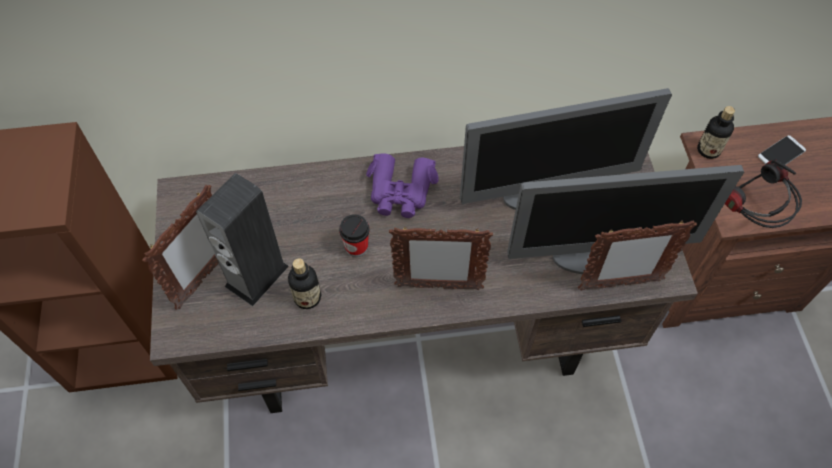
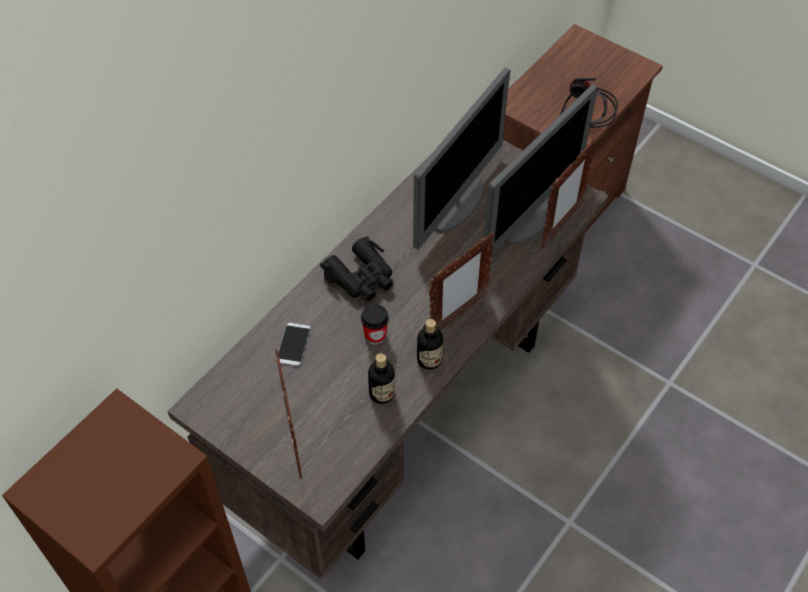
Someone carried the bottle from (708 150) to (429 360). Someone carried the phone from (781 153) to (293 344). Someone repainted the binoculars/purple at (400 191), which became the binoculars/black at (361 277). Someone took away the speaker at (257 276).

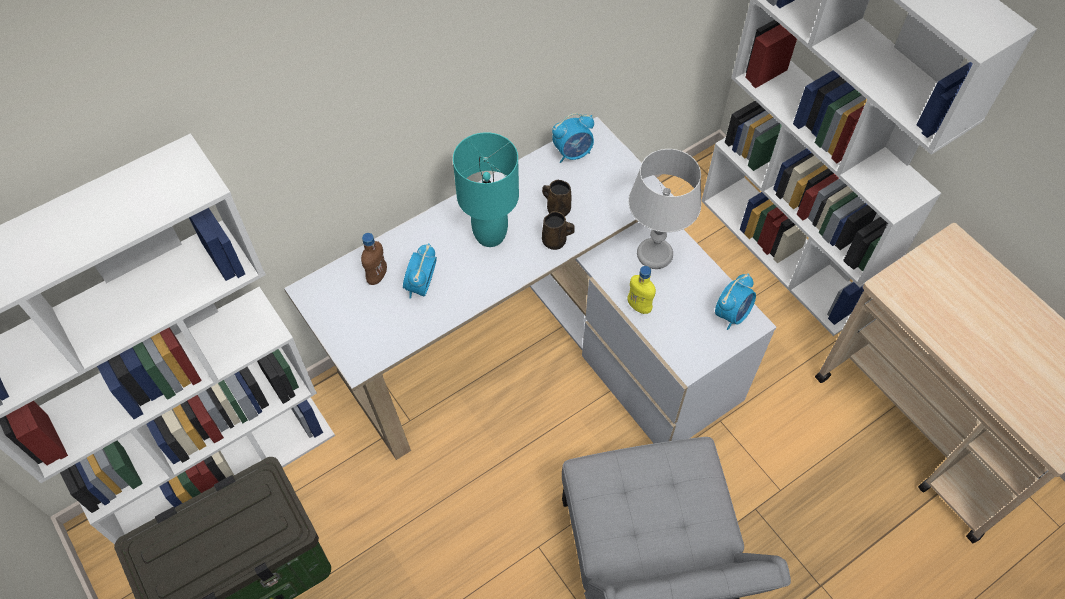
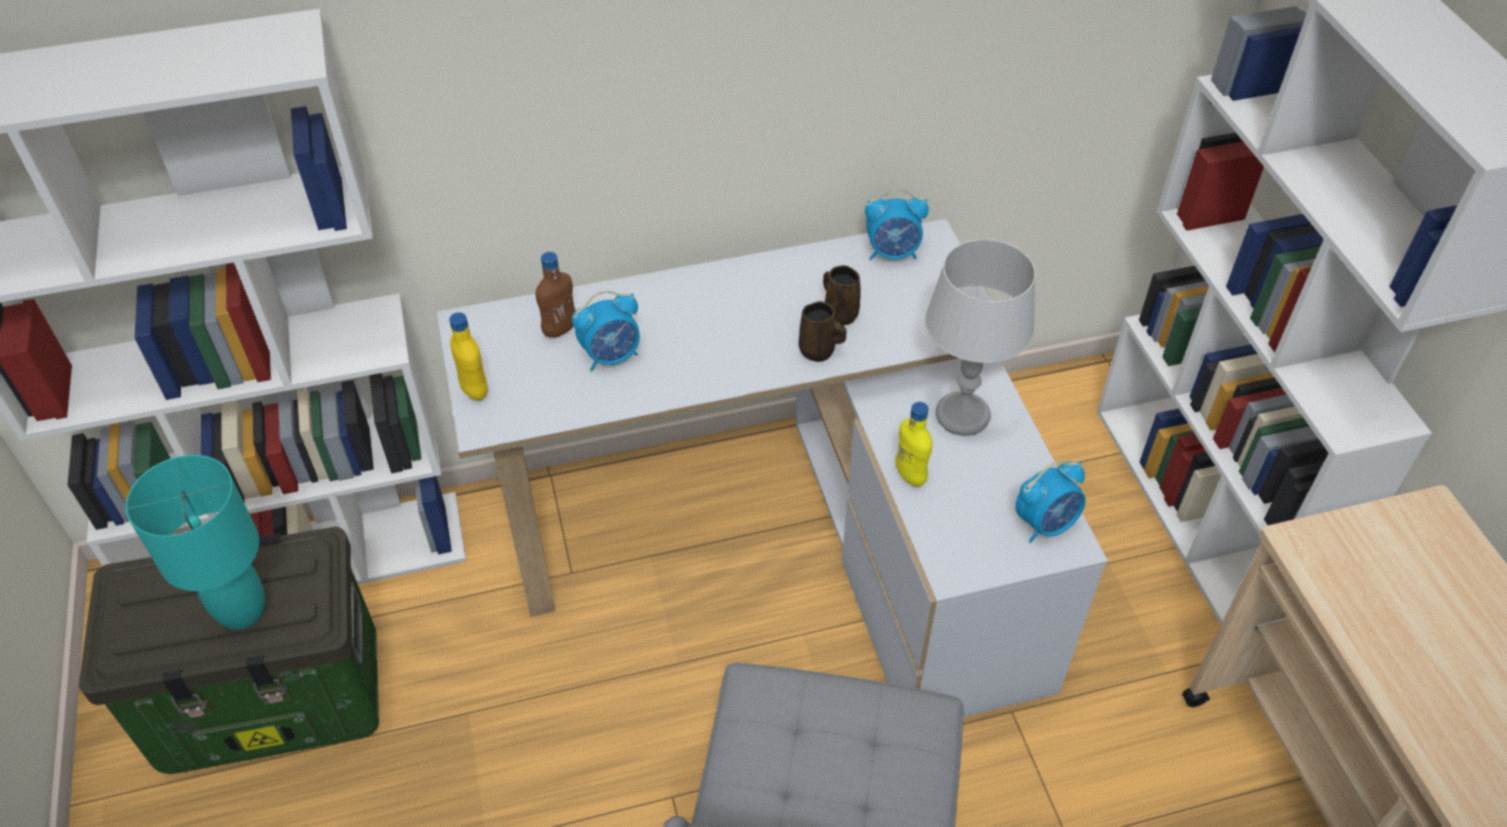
Someone carried the table lamp/turquoise from (491 235) to (242 611). Someone rotated the alarm clock at (421 286) by 150 degrees counterclockwise. Someone put down the bottle/yellow at (474 390).

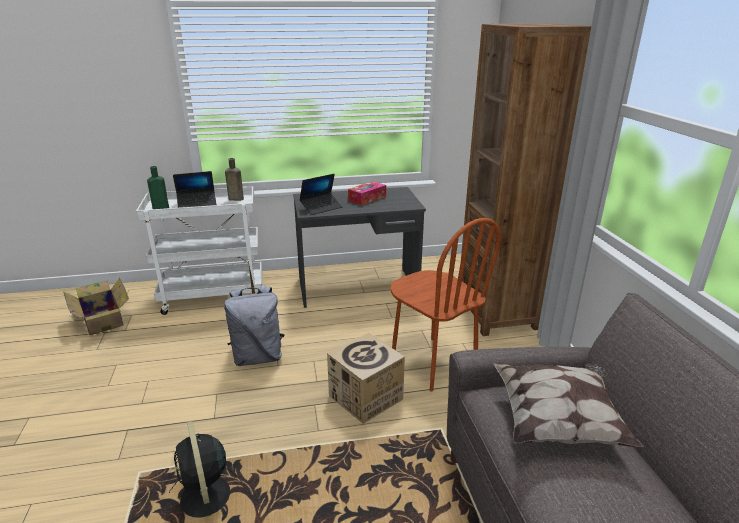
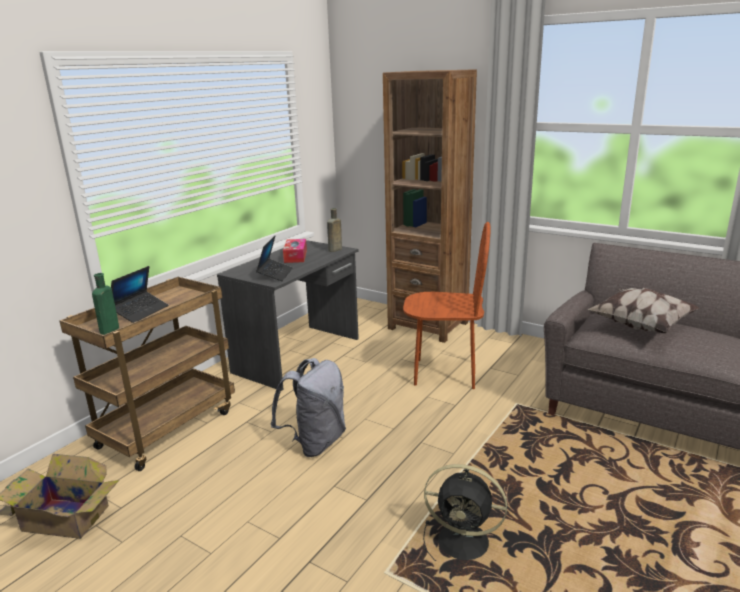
Someone carried the bottle/brown from (235 199) to (334 250). Someone repainted the cart/white at (214 296), which became the cart/brown at (167 427). Someone took away the cardboard box at (365 397).

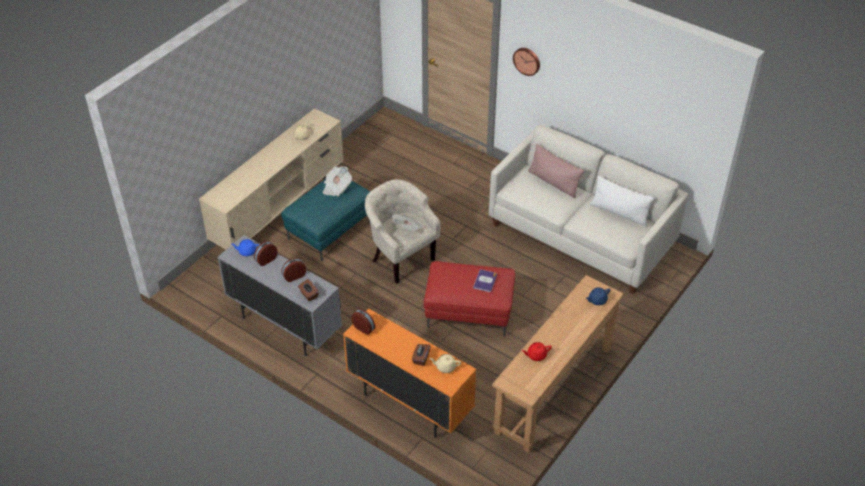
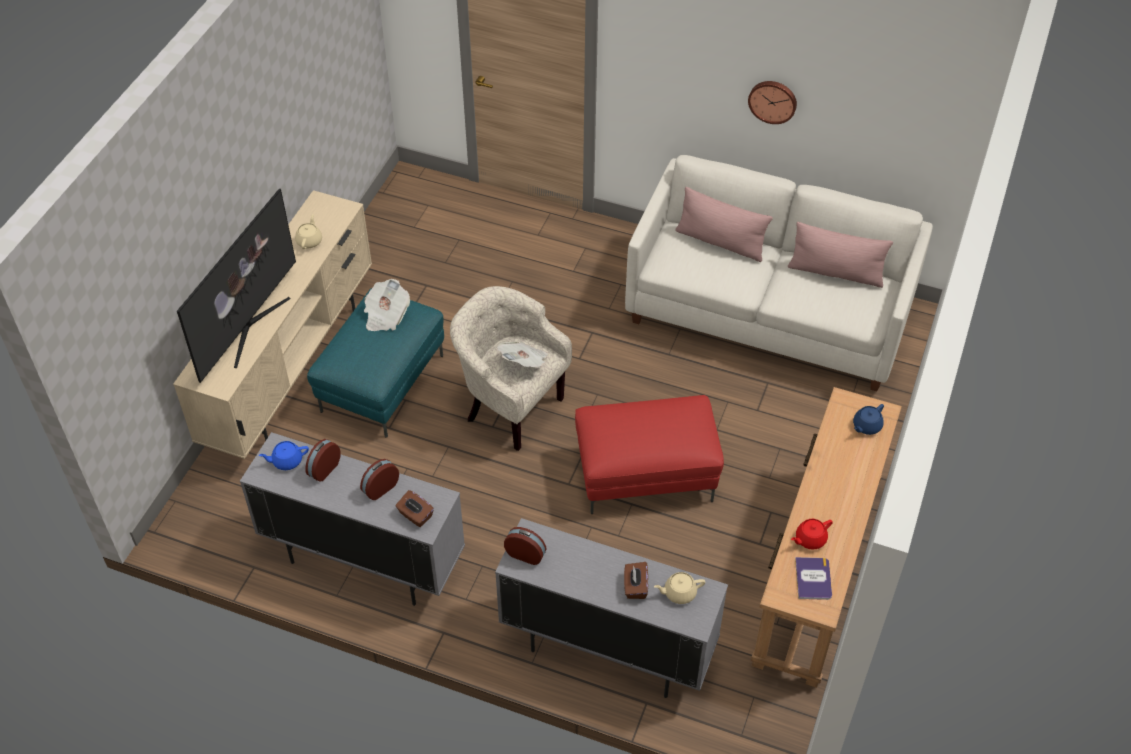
Someone carried the wall clock from (527 61) to (773 101). Someone repainted the pillow/white at (619 213), which became the pillow/pink at (835 273). Someone carried the book from (485 281) to (813 579). Someone repainted the cabinet/orange at (409 404), which became the cabinet/grey at (607 650). Someone put down the television at (249 327).

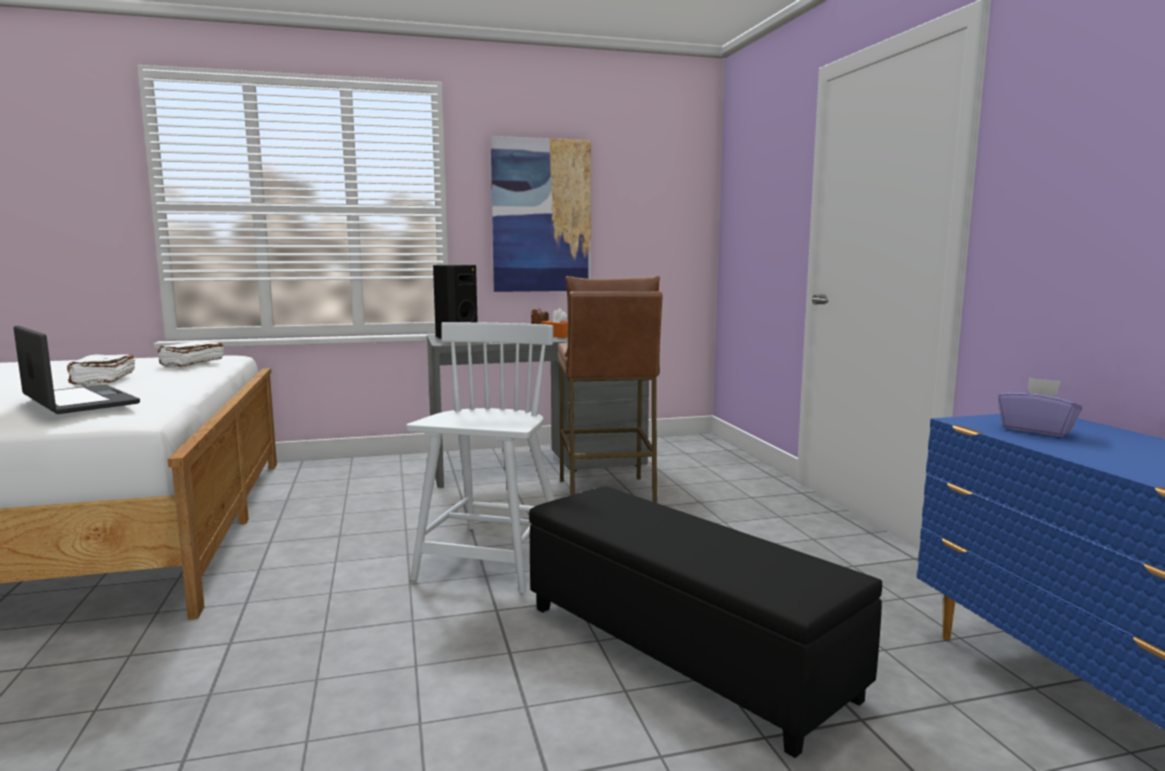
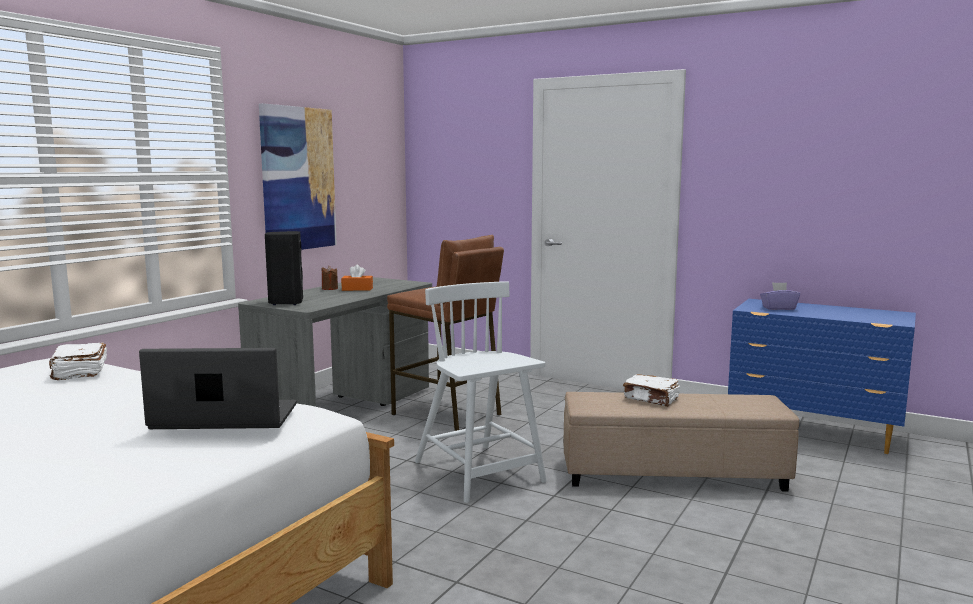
Someone carried the book/white from (102 379) to (651 399). Someone repainted the ottoman/black at (683 649), which became the ottoman/beige at (672 473).

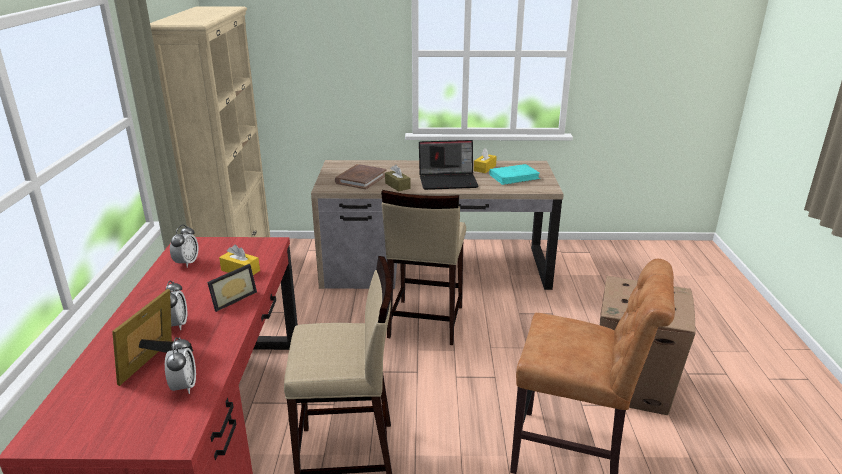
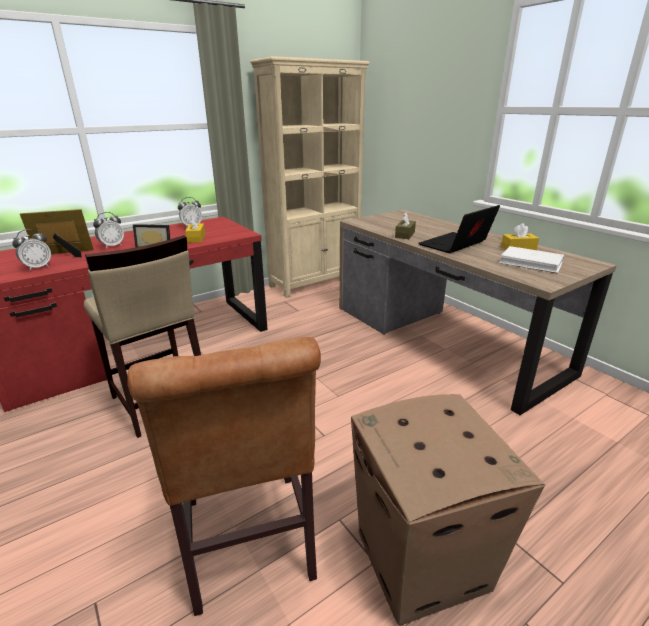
Someone rotated the laptop at (448 181) by 90 degrees clockwise. Someone took away the book/brown at (361 179). Someone repainted the book/turquoise at (514 177), which became the book/white at (531 263). Someone took away the stool/beige at (424 322).

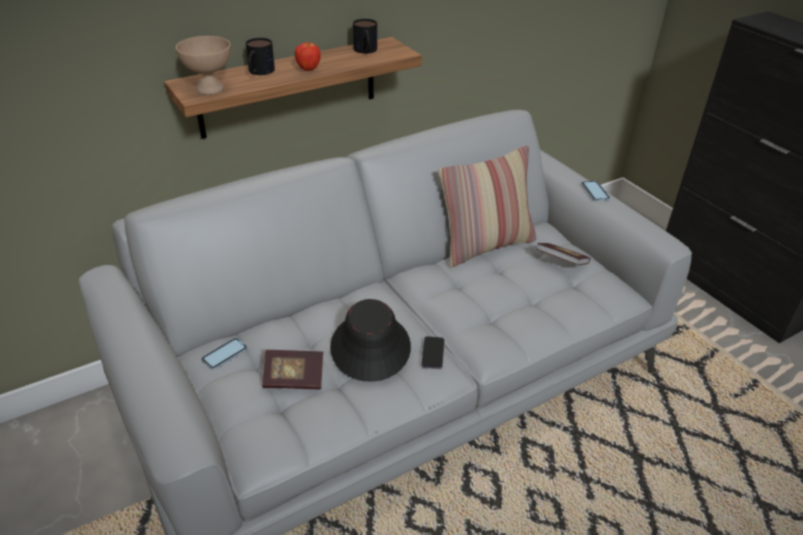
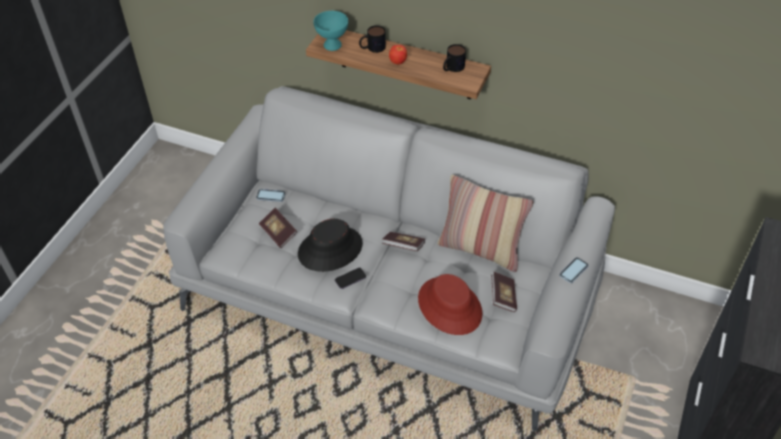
Someone repainted the bowl/beige at (210 89), which became the bowl/turquoise at (332 45). Someone put down the book at (403 246). Someone put down the hat/red at (450 306).

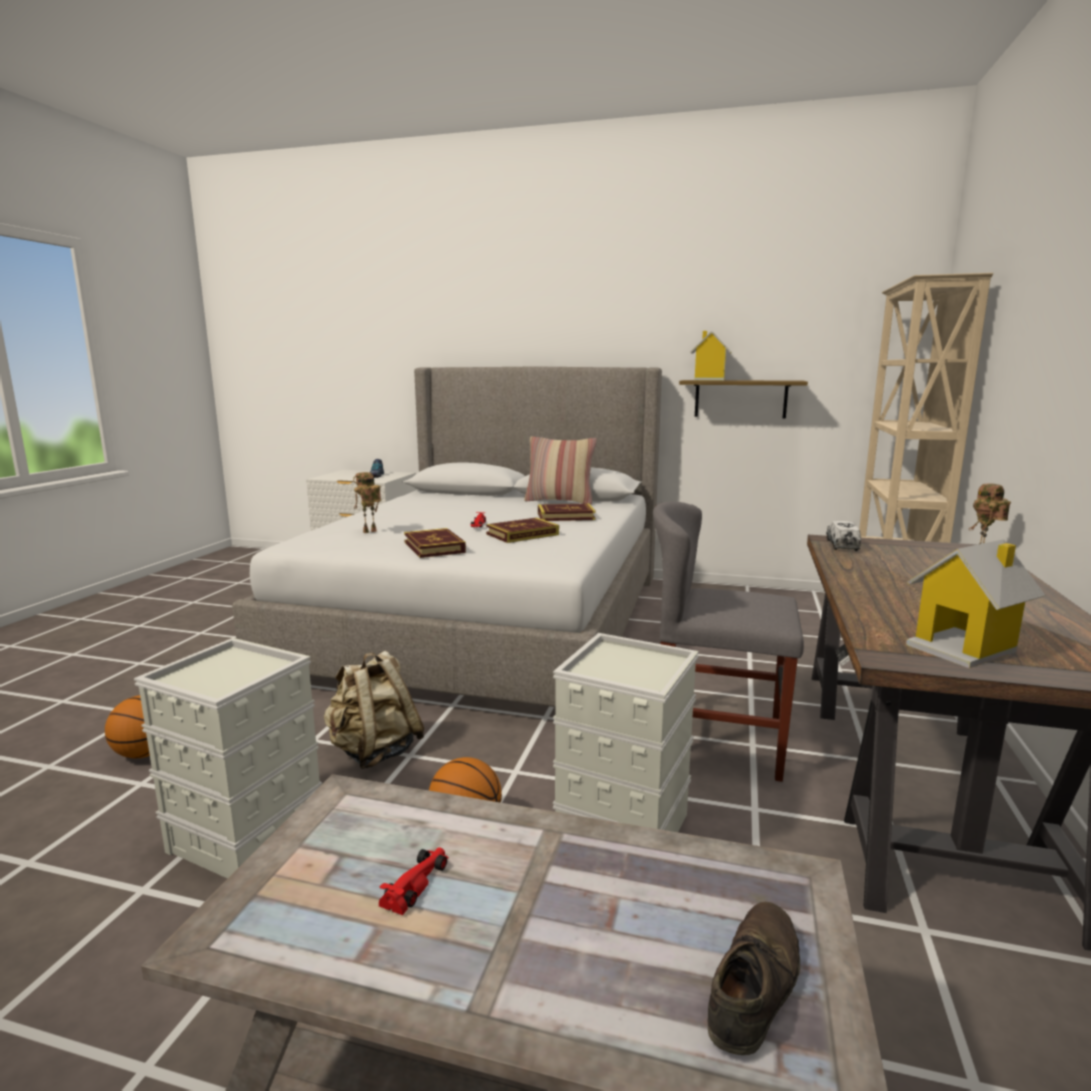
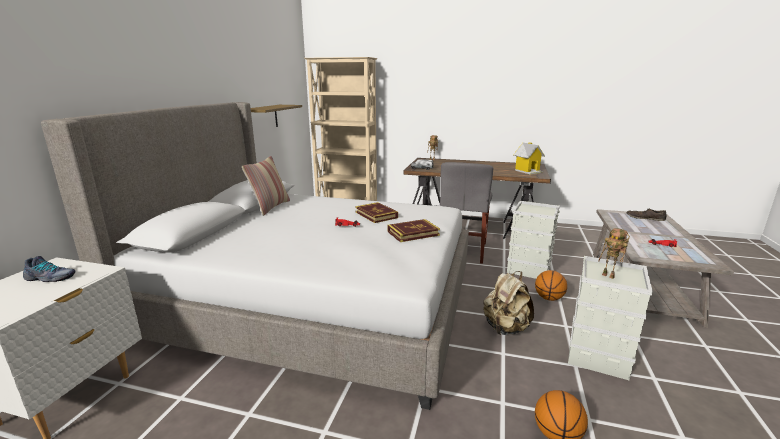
Someone took away the toy house at (709 380). Someone carried the toy robot from (369 532) to (609 276). Someone took away the book at (565 516).

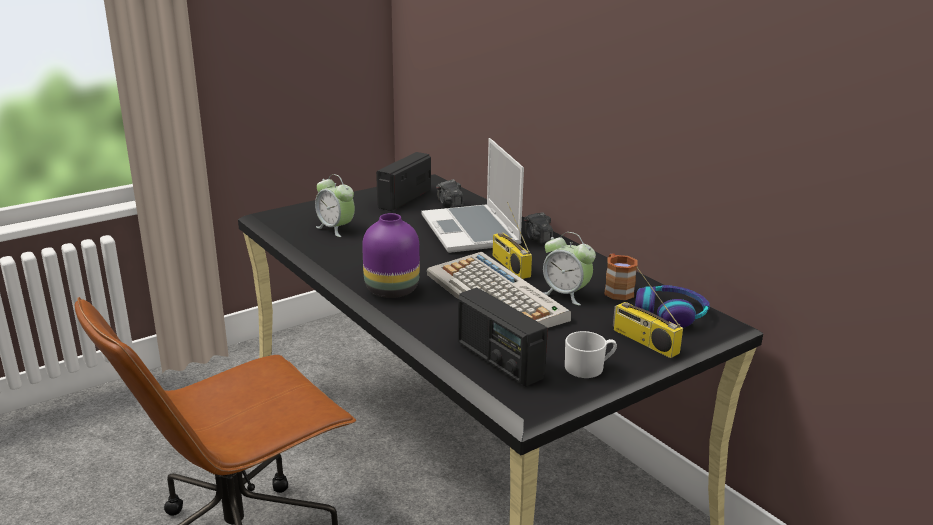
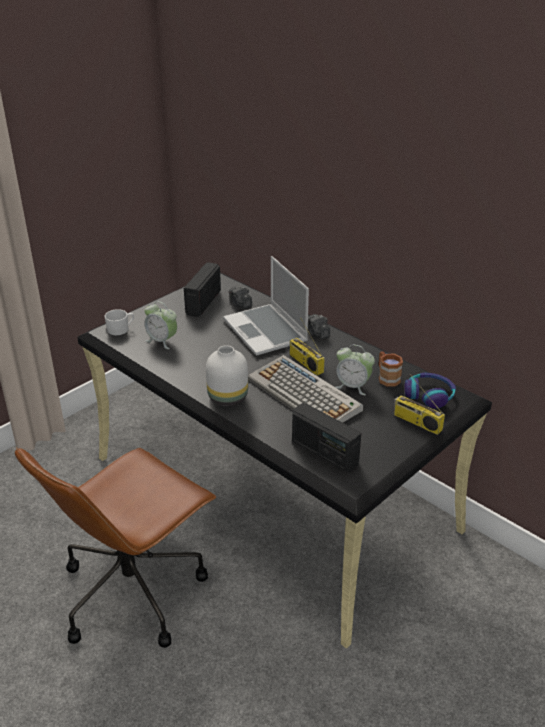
Someone repainted the vase/purple at (391 290), which became the vase/white at (227 398). Someone carried the mug/white from (589 368) to (121 329).

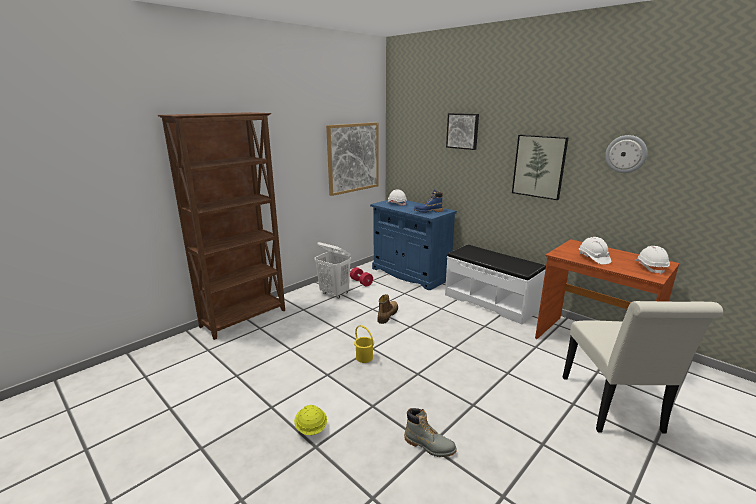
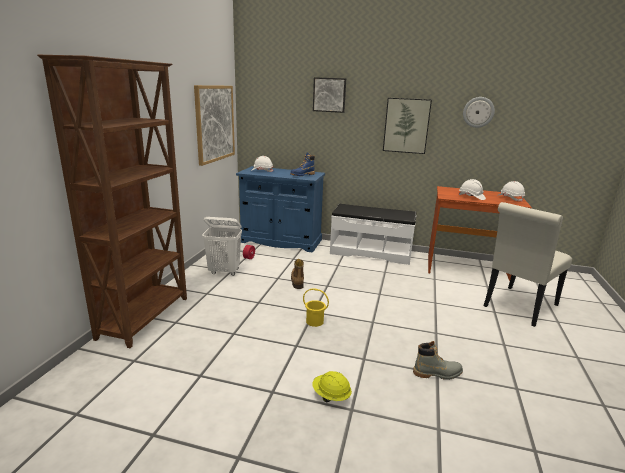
Someone rotated the chair/white at (613 408) by 75 degrees clockwise.

